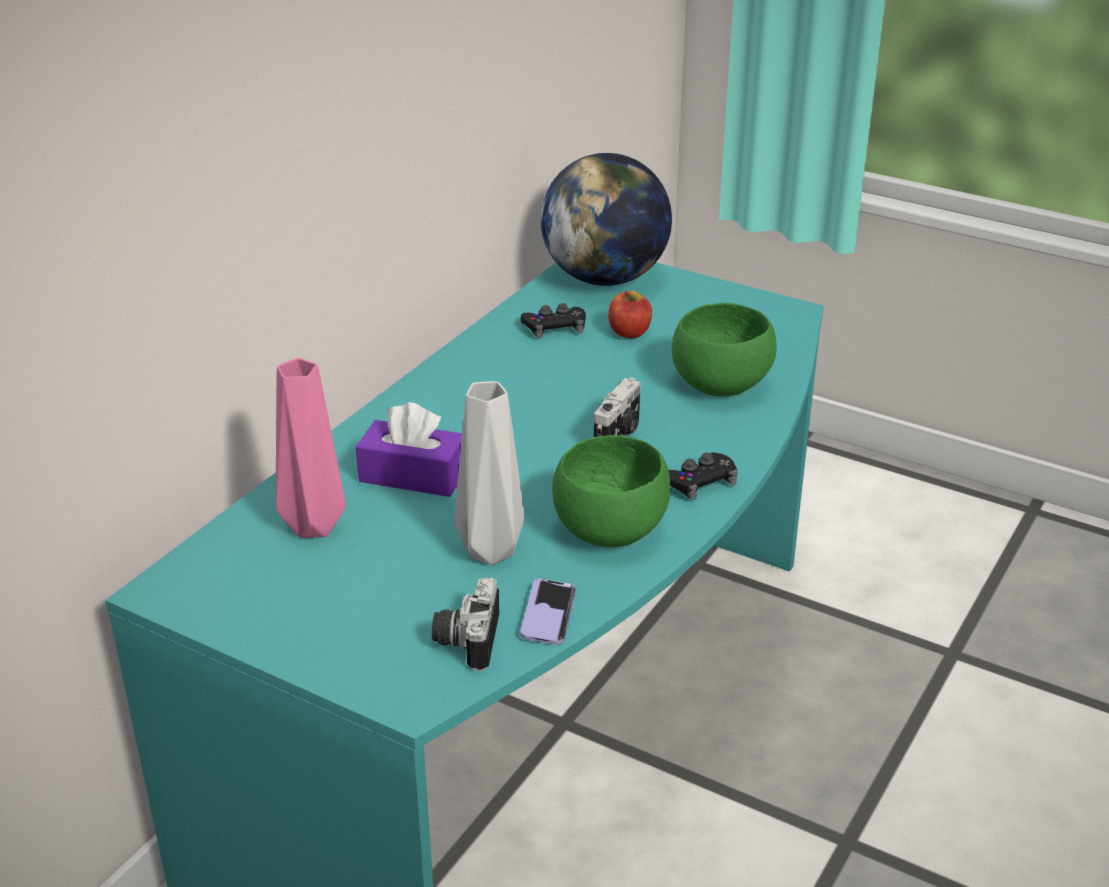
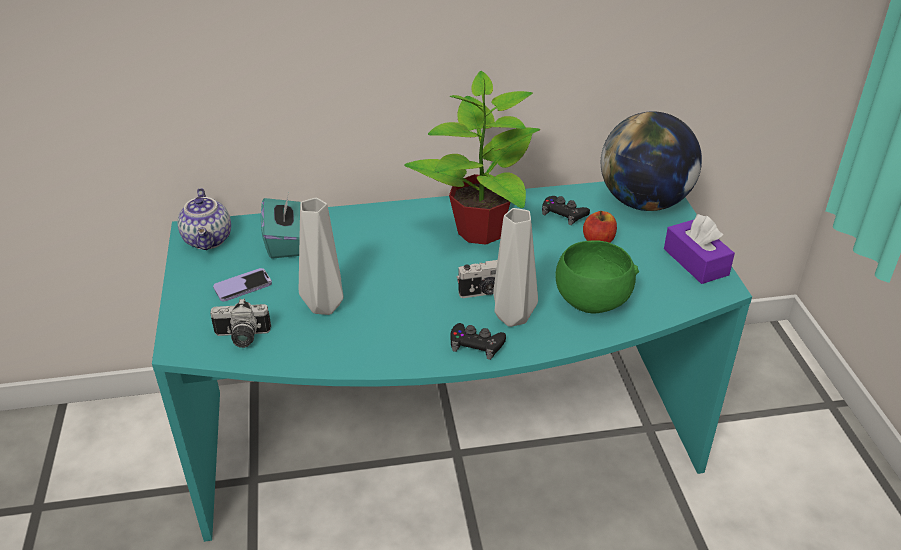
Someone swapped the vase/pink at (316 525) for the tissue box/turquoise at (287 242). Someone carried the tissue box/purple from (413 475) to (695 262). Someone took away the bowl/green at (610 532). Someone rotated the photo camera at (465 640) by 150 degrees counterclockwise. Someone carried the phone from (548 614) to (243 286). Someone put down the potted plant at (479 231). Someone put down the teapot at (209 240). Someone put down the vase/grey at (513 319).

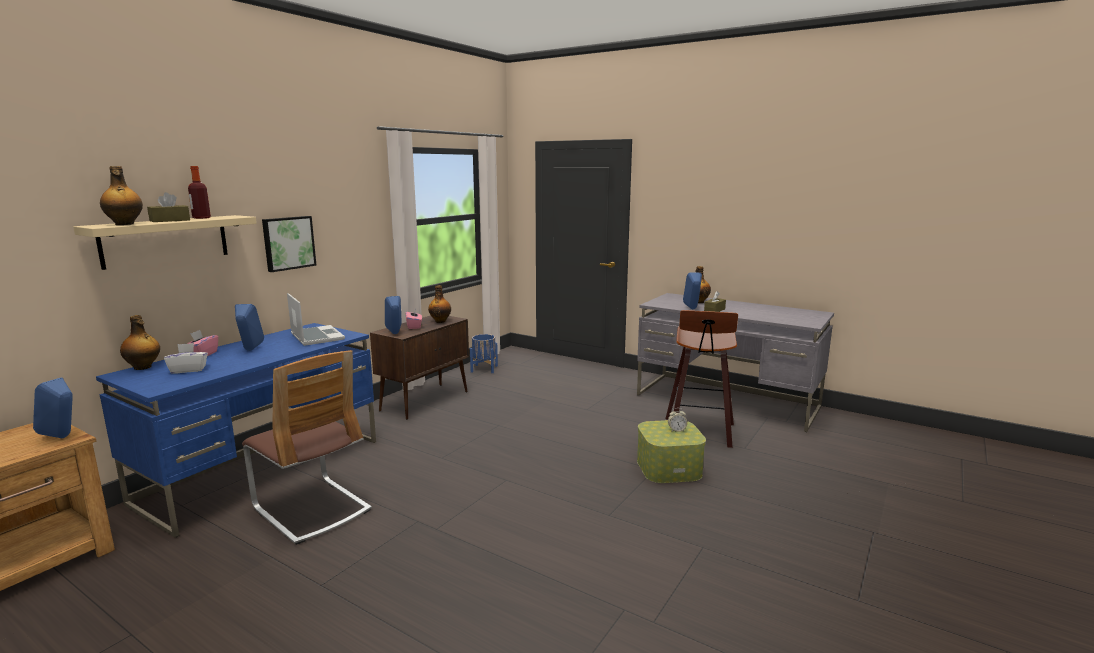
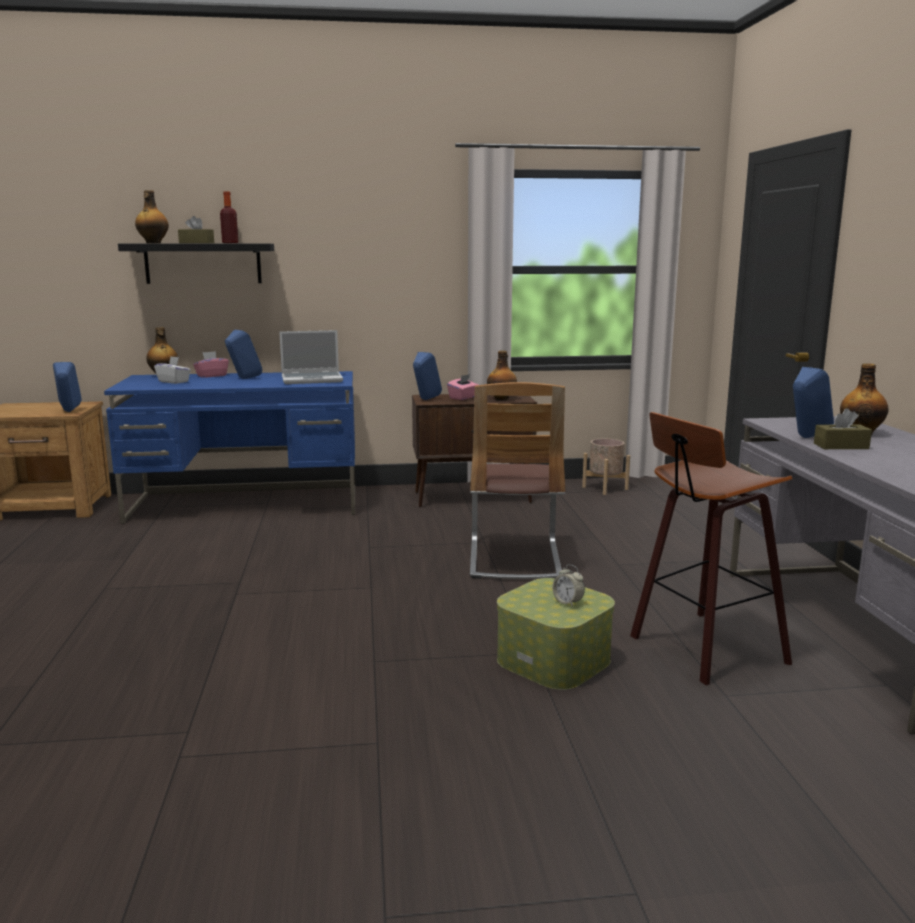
Someone repainted the shelf/beige at (165 241), which became the shelf/black at (203 263). Someone took away the picture at (288 243). Someone rotated the laptop at (316 337) by 60 degrees clockwise. Someone repainted the planter/blue at (484 369), which became the planter/beige at (605 488). Someone carried the chair from (312 509) to (514 559).

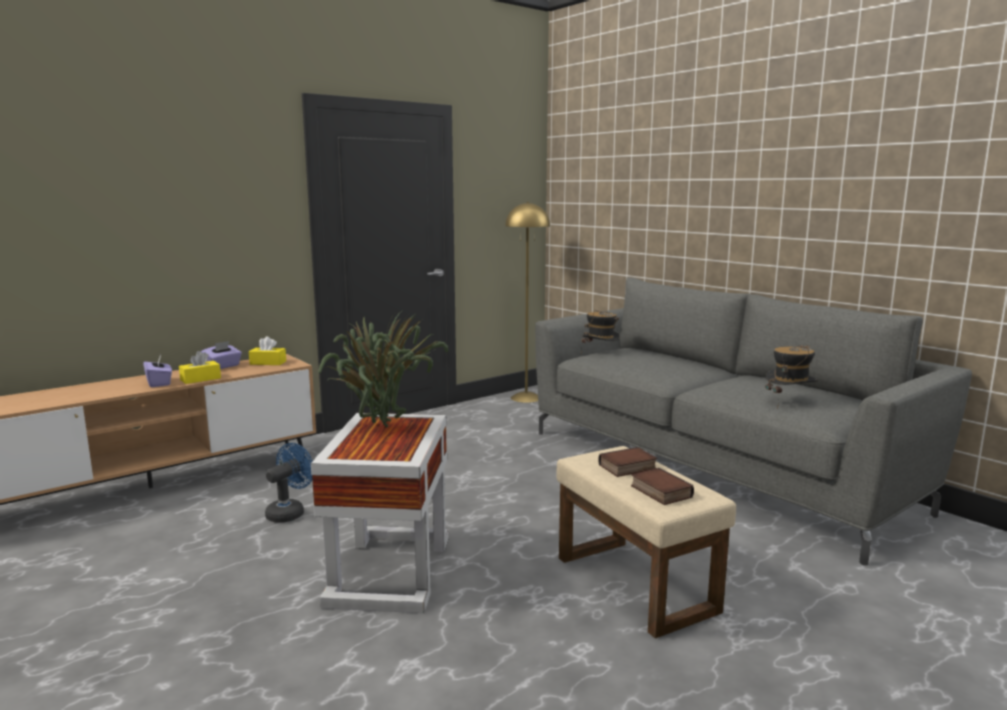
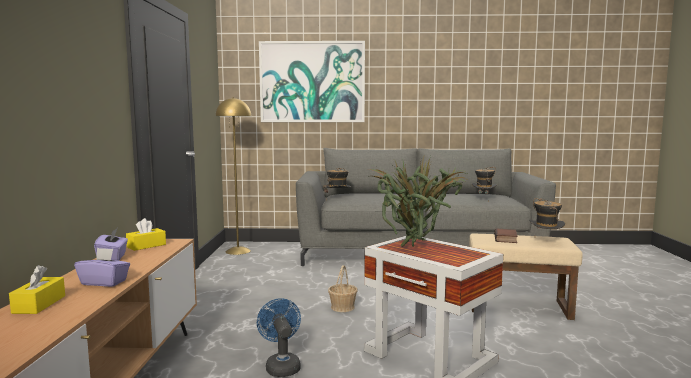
Someone carried the tissue box/yellow from (200 379) to (39 304). Someone swapped the book at (659 491) for the hat at (545 242). Someone put up the picture at (312 82). Someone put down the basket at (343 307).

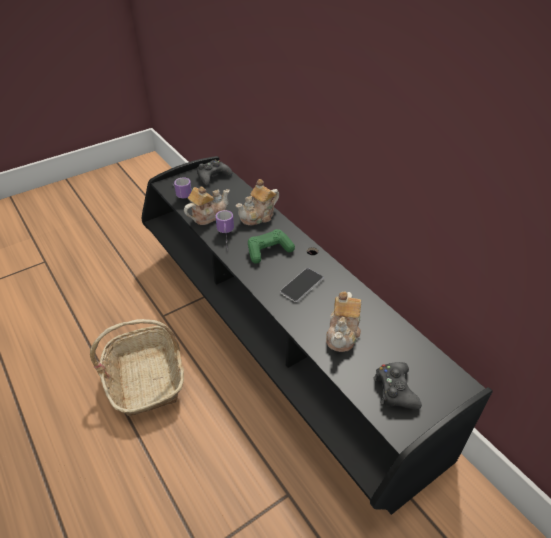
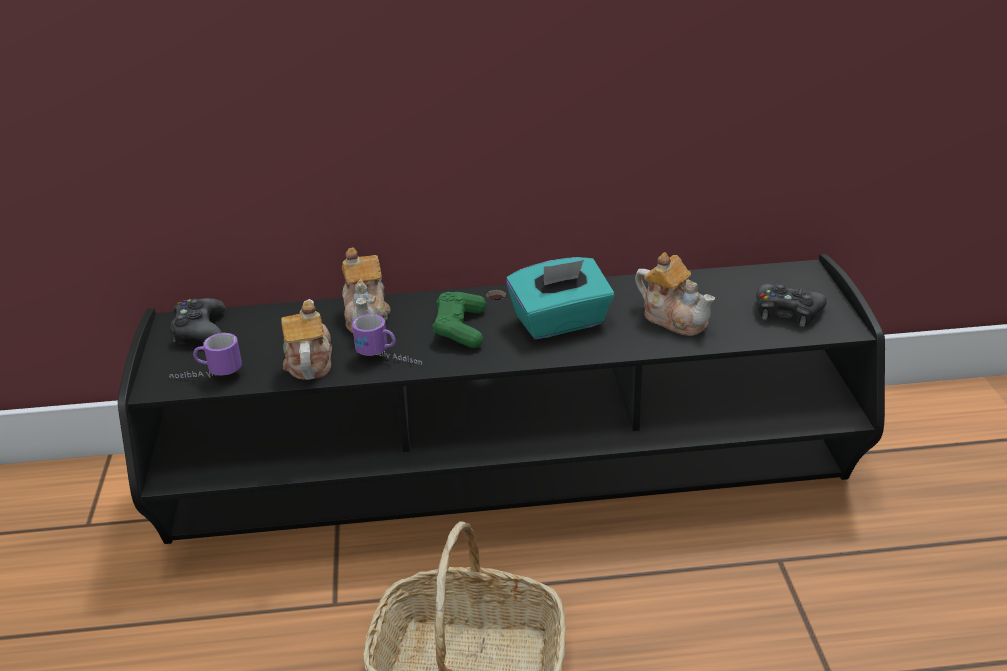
Someone swapped the phone at (302 285) for the tissue box/turquoise at (560 322).

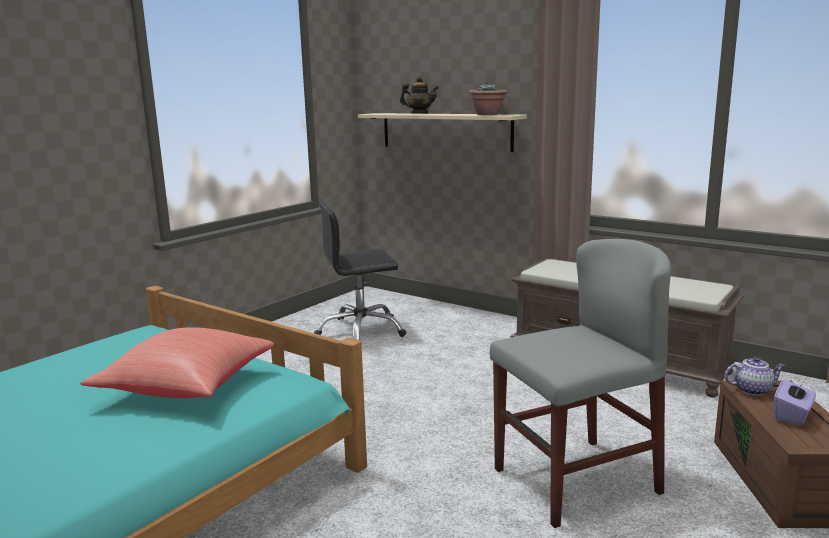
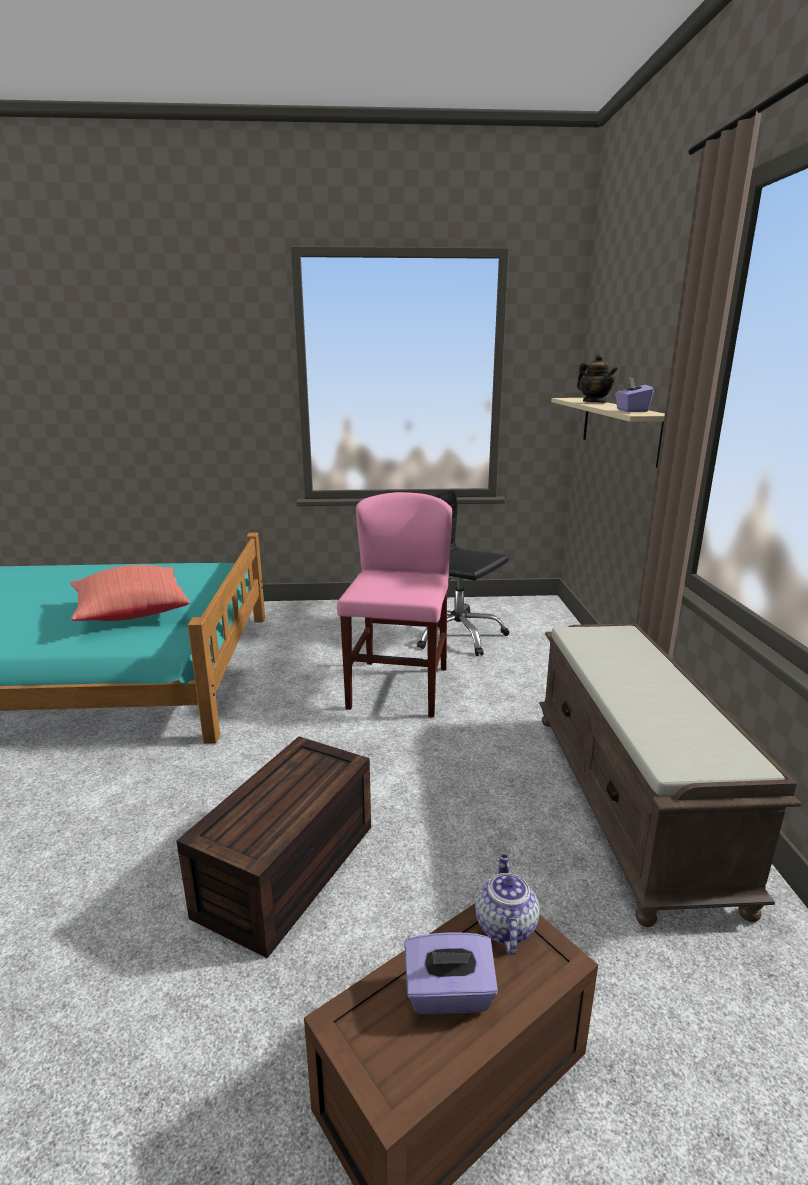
Someone swapped the potted plant at (488 114) for the tissue box/purple at (631 411). Someone swapped the chair/grey at (575 481) for the storage box/brown at (288 872). Someone rotated the teapot at (753 389) by 135 degrees counterclockwise. Someone put down the chair/pink at (398 688).

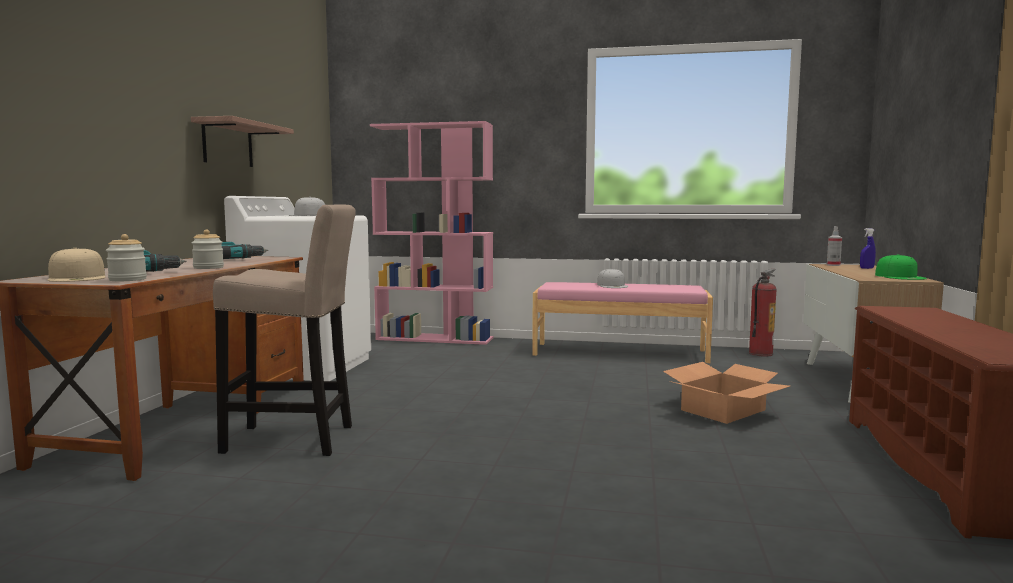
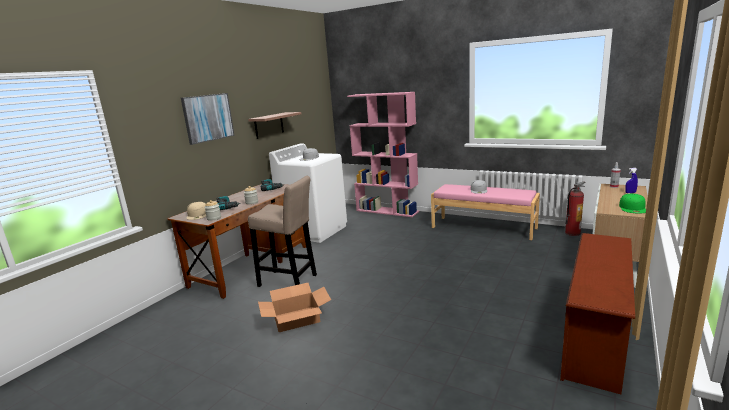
Someone carried the cardboard box from (723 410) to (297 319). Someone put up the picture at (208 117).

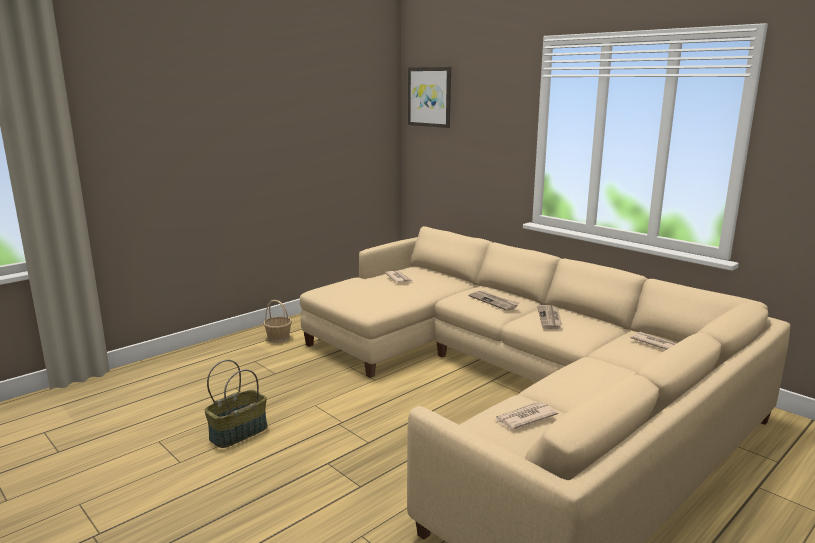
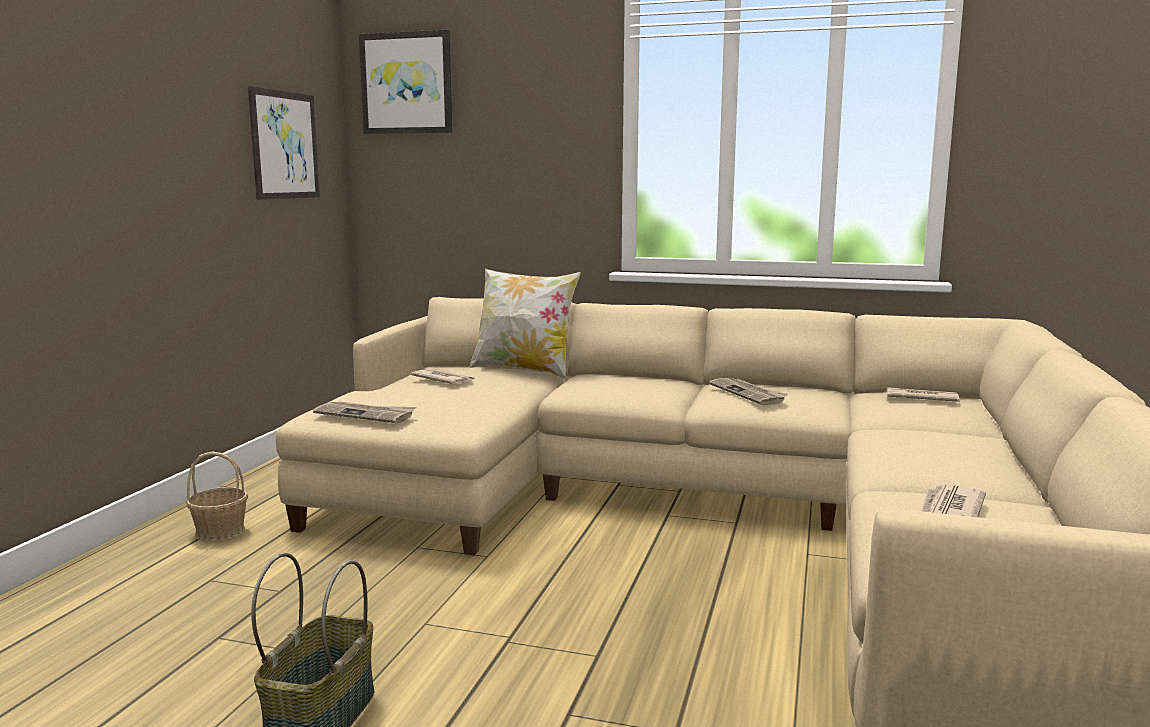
Someone carried the newspaper from (494 302) to (366 415). Someone put up the picture at (285 145). Someone put down the pillow at (524 370).

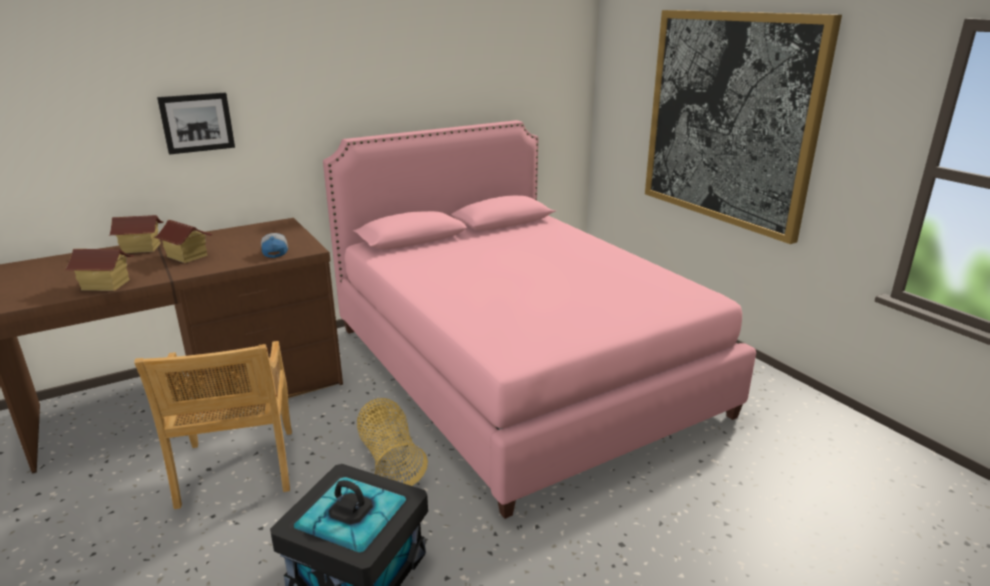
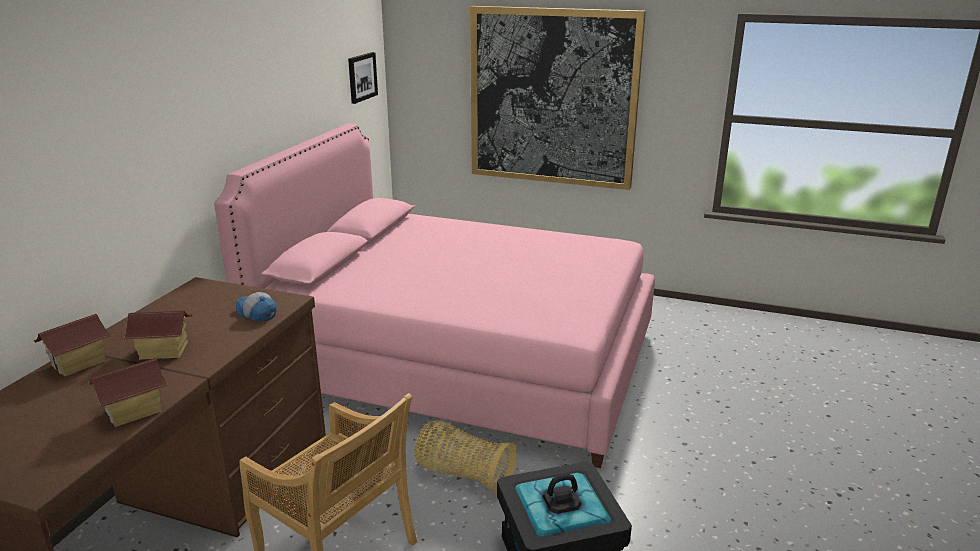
Someone carried the picture from (197 122) to (362 77).

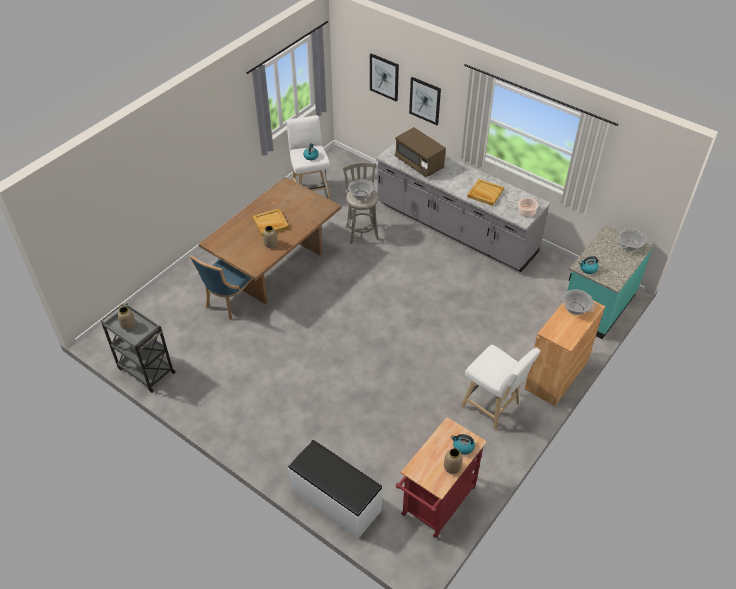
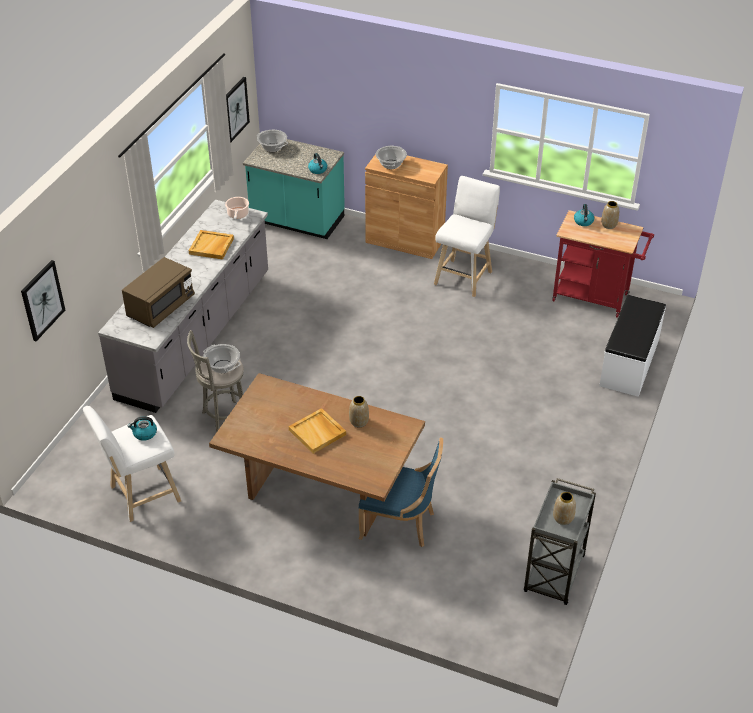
Someone carried the picture from (425 100) to (235 109).

